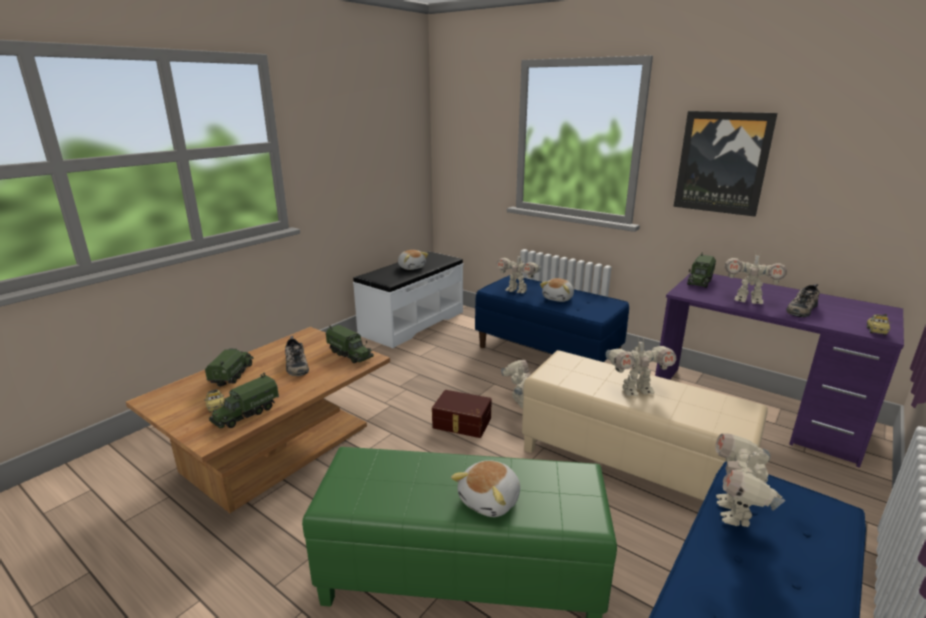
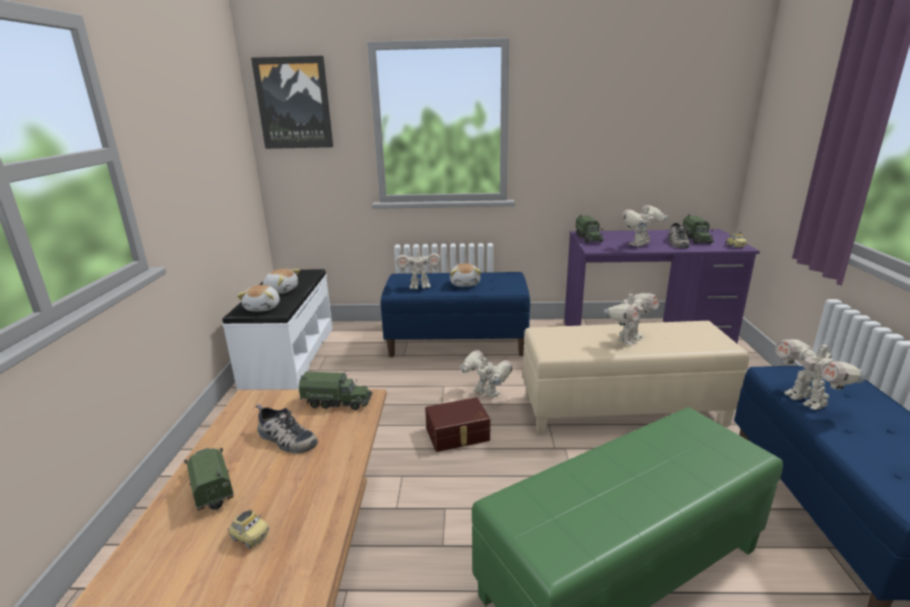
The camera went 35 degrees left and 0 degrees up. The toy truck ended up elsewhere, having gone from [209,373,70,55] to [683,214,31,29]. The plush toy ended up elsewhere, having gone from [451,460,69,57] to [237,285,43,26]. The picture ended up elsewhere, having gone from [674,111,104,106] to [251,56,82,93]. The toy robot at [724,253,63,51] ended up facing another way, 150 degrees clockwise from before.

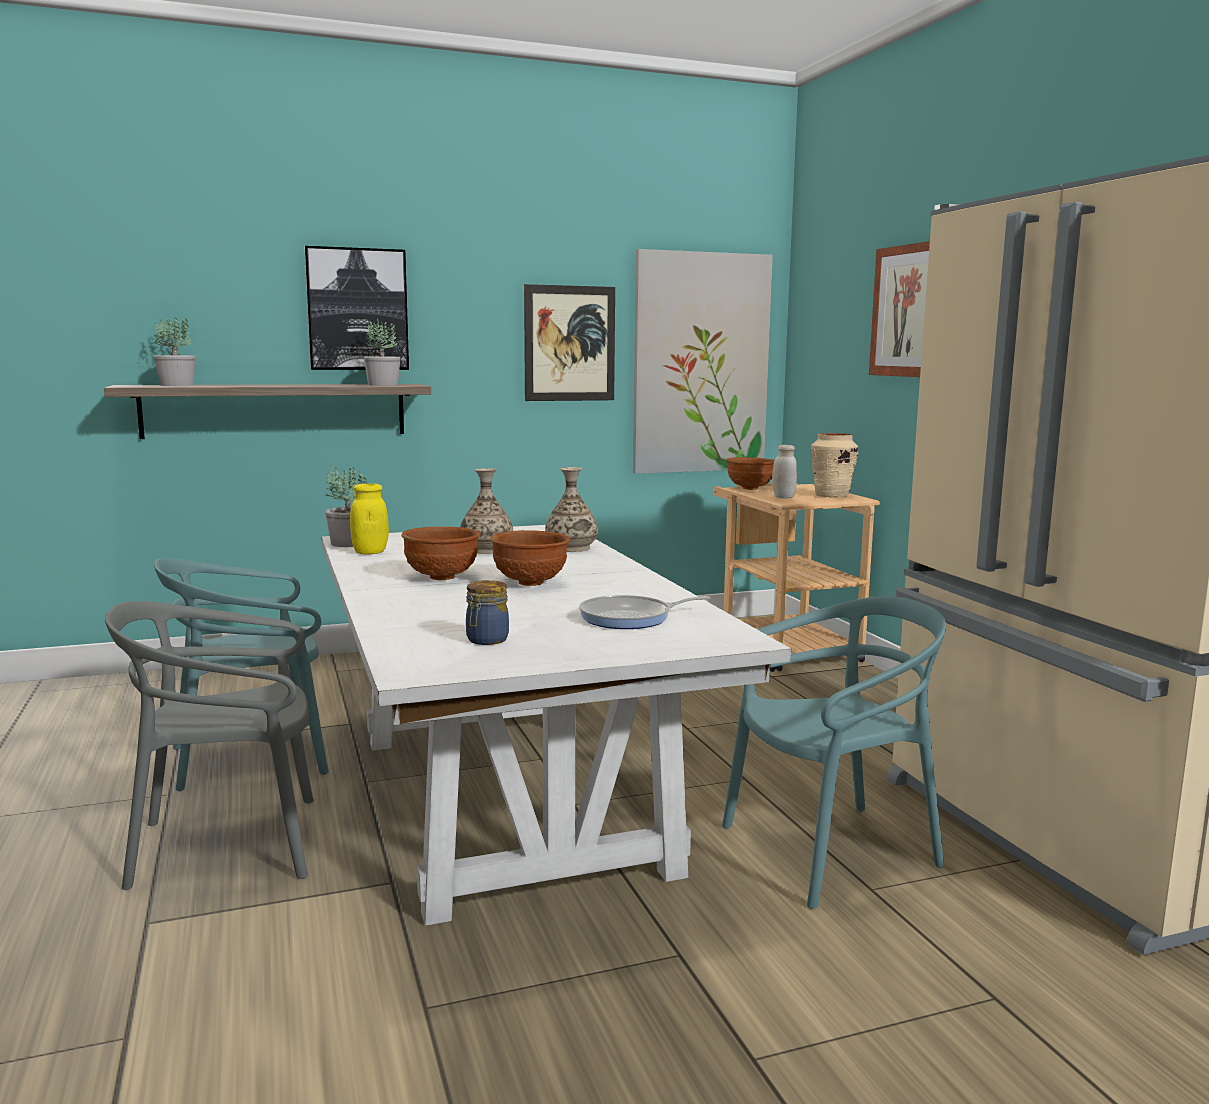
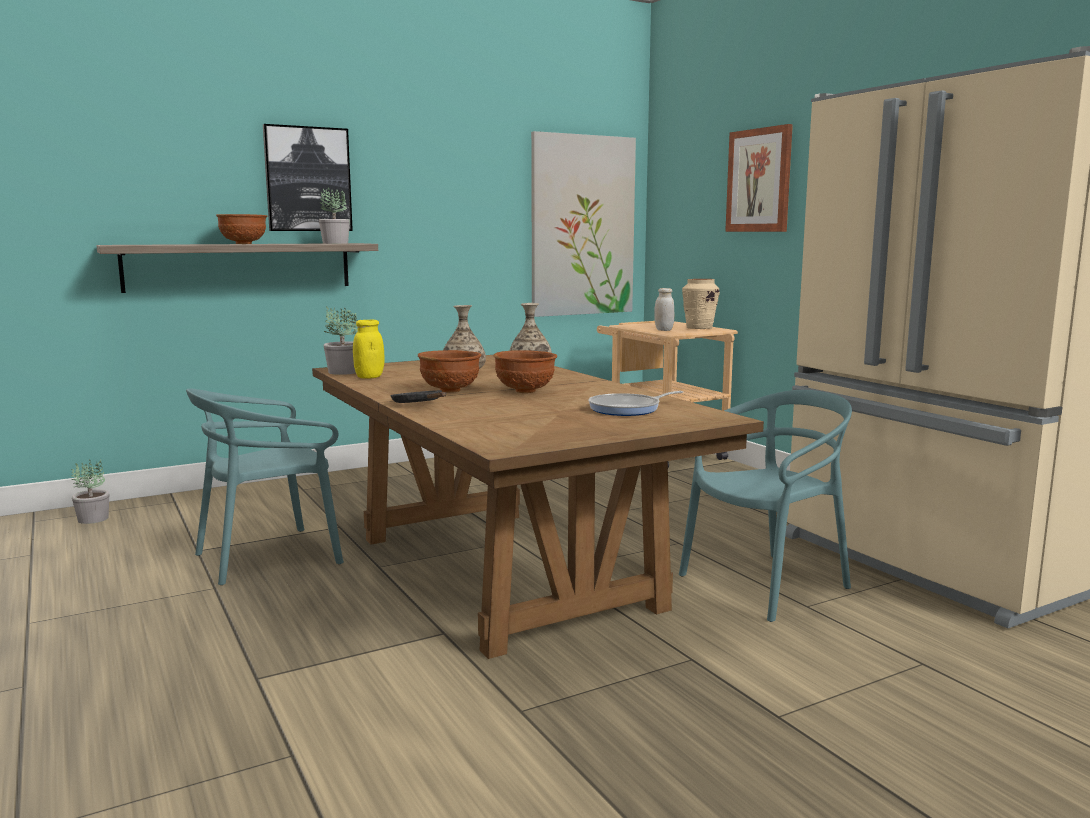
The camera went 10 degrees left and 0 degrees up. The second view lost the grey chair at [105,601,209,289]. The second view lost the jar at [466,580,43,65]. The second view lost the picture at [524,284,91,117]. The second view gained the black frying pan at [390,390,56,13]. The potted plant ended up elsewhere, having gone from [154,317,41,69] to [71,459,38,65]. The brown bowl ended up elsewhere, having gone from [727,457,48,33] to [216,214,51,30]. What was the white dining table at [321,525,470,401] turned into the brown dining table at [312,355,452,304].

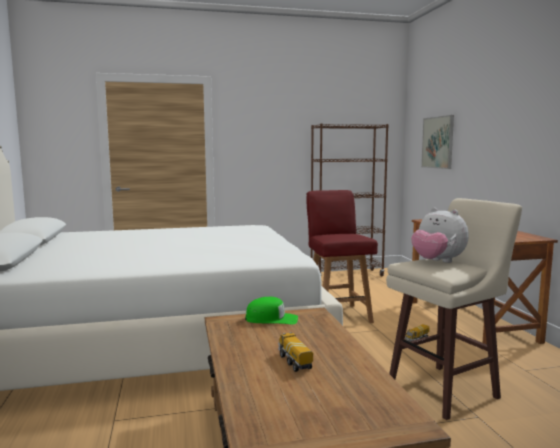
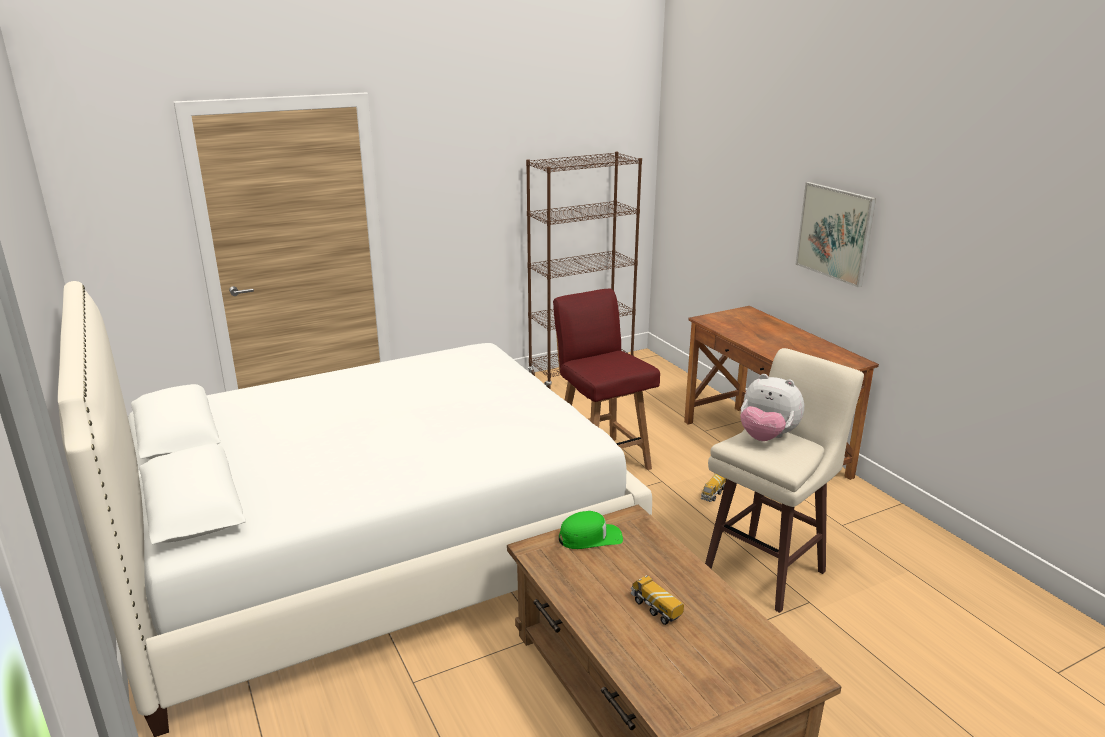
The camera went 15 degrees left and 15 degrees up. The picture ended up elsewhere, having gone from [421,115,33,54] to [795,182,81,105].

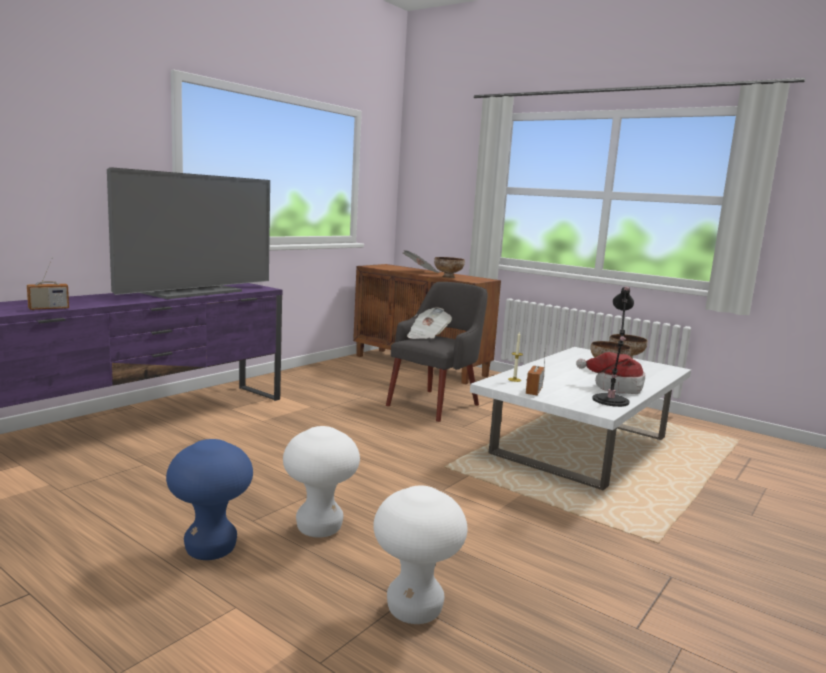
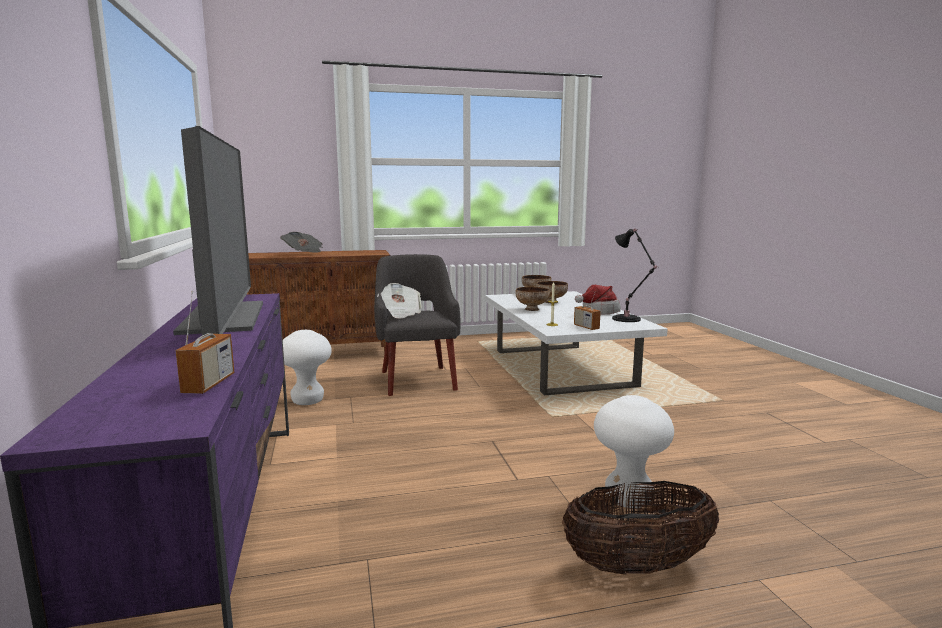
The camera went 50 degrees left and 0 degrees up. The white stool ended up elsewhere, having gone from [373,485,95,139] to [283,330,49,75]. The bowl ended up elsewhere, having gone from [434,257,31,21] to [515,287,35,24]. Where the blue stool stood at [166,439,87,121], the basket came to stand at [562,481,157,94].

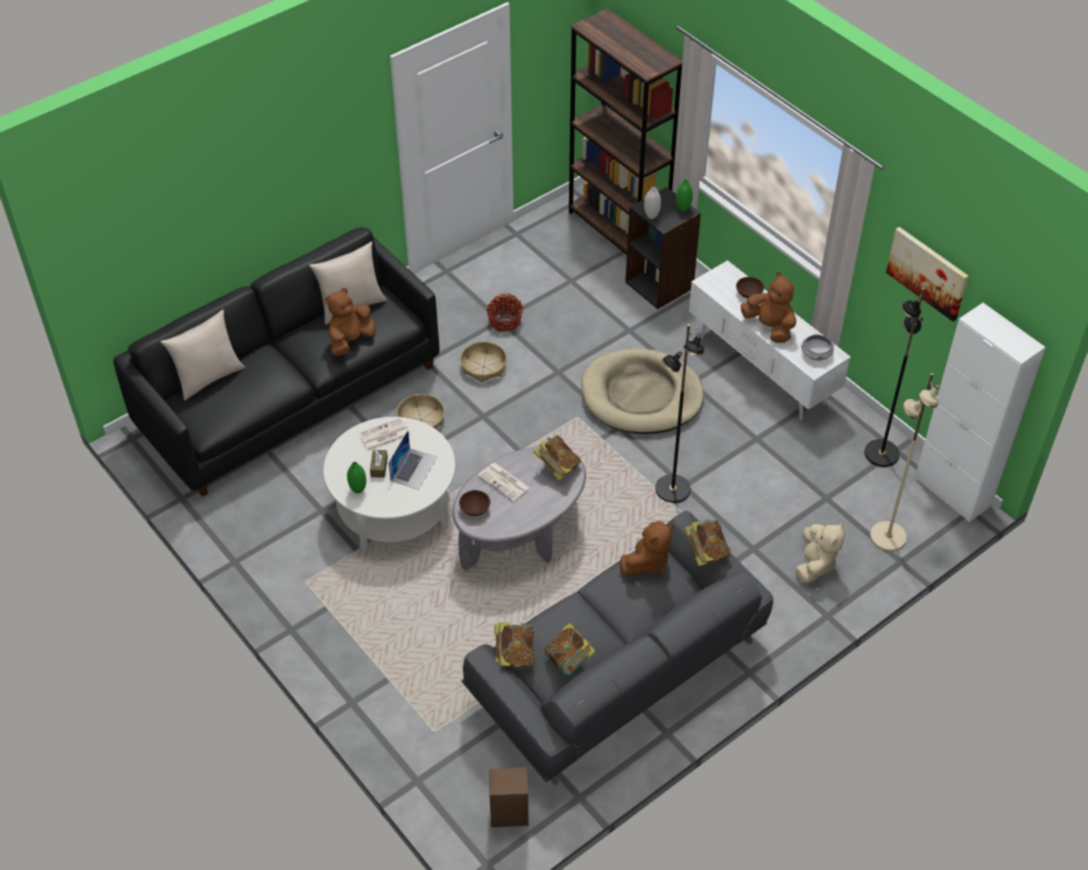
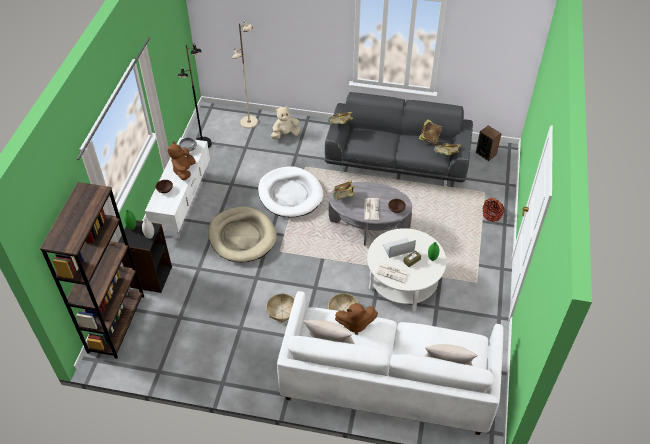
The camera went 130 degrees left and 0 degrees up. The second view lost the brown plush toy at [620,521,53,54]. The second view lost the picture at [886,227,82,94]. The second view lost the white cabinet at [915,303,131,219]. The basket ended up elsewhere, having gone from [486,293,37,39] to [483,197,22,25]. Where the black floor lamp stood at [655,324,49,179], the white dog bed came to stand at [258,166,65,52]. What was the black sofa at [113,227,326,270] turned into the white sofa at [277,291,226,144].

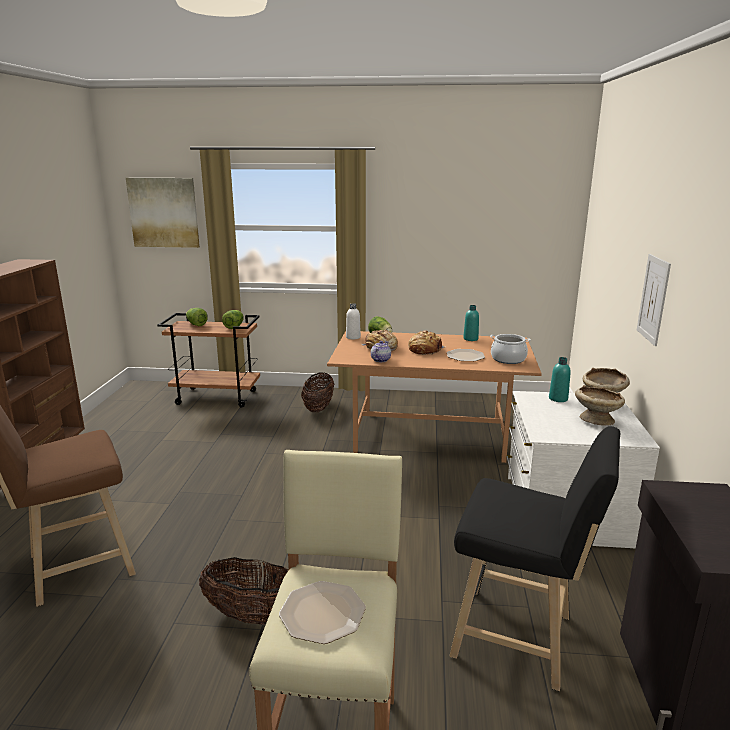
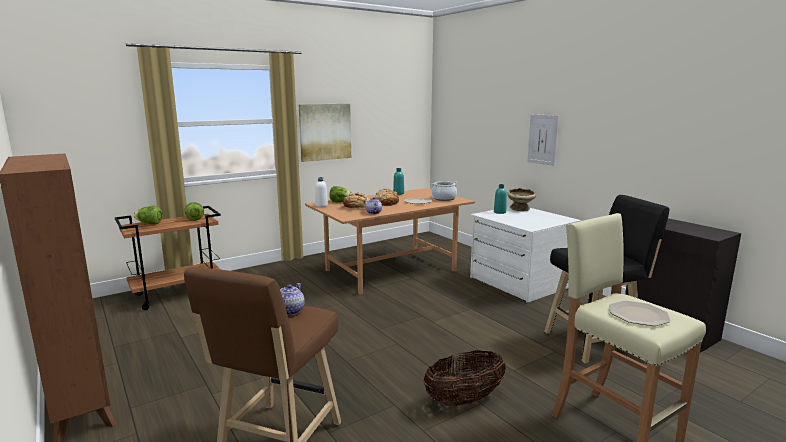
The camera went 40 degrees left and 5 degrees down. The second view lost the basket at [301,372,33,40]. The second view lost the beige bowl at [575,385,50,41]. The second view gained the teapot at [280,283,25,33]. The picture ended up elsewhere, having gone from [126,178,74,70] to [299,104,52,58].

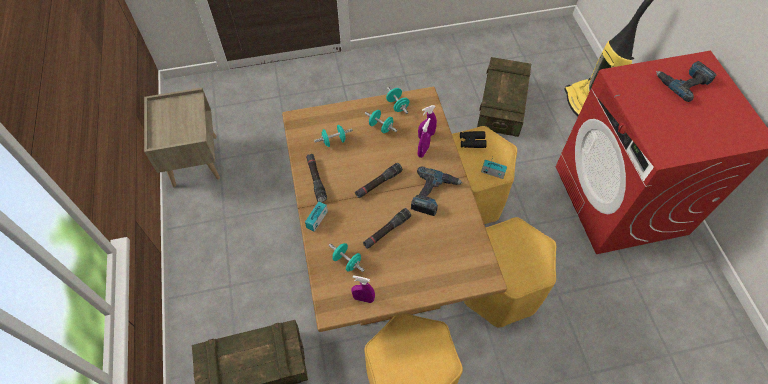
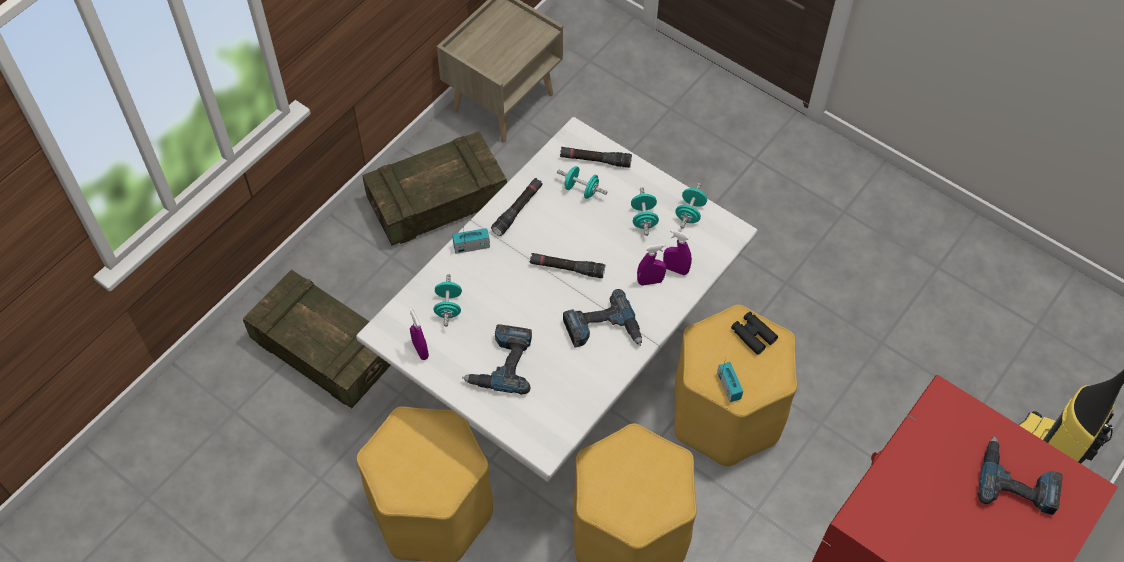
The camera went 50 degrees right and 0 degrees up. The second view gained the power drill at [462,324,70,71]. The black flashlight ended up elsewhere, having gone from [363,208,48,41] to [560,147,72,21]. The crate ended up elsewhere, having gone from [477,57,54,80] to [363,131,144,115]. What was the brown dining table at [282,87,225,245] turned into the white dining table at [356,117,402,366].

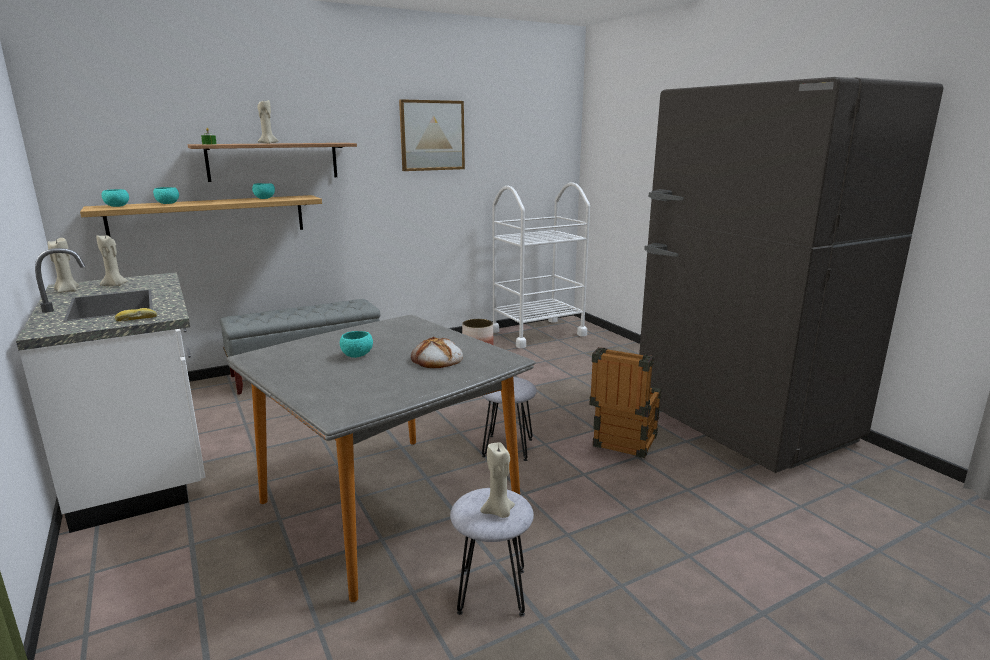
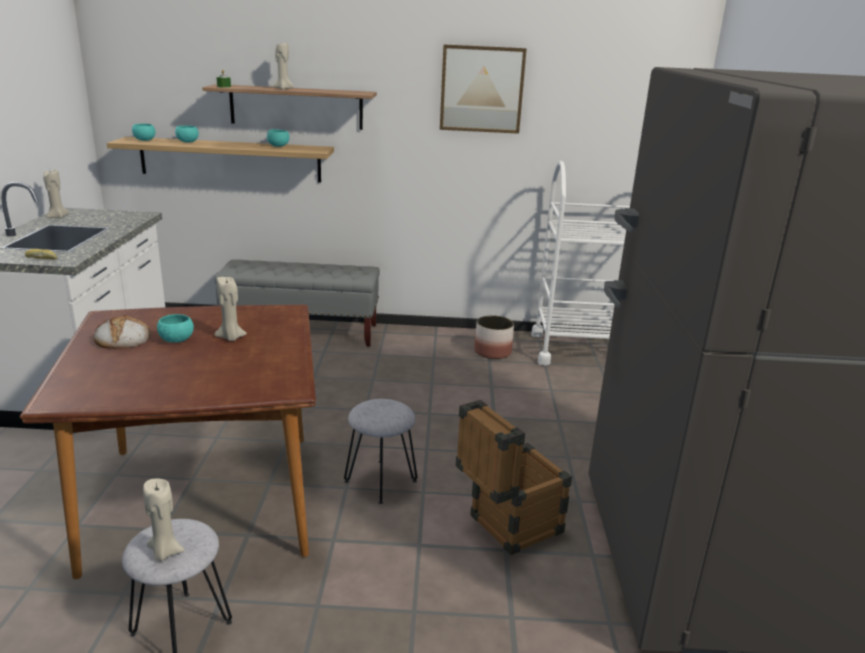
The camera went 30 degrees right and 5 degrees up. The beige candle ended up elsewhere, having gone from [96,236,32,50] to [215,277,32,64]. The bread ended up elsewhere, having gone from [411,337,52,31] to [94,315,57,34]. What was the grey dining table at [226,315,310,287] turned into the brown dining table at [20,305,296,274].

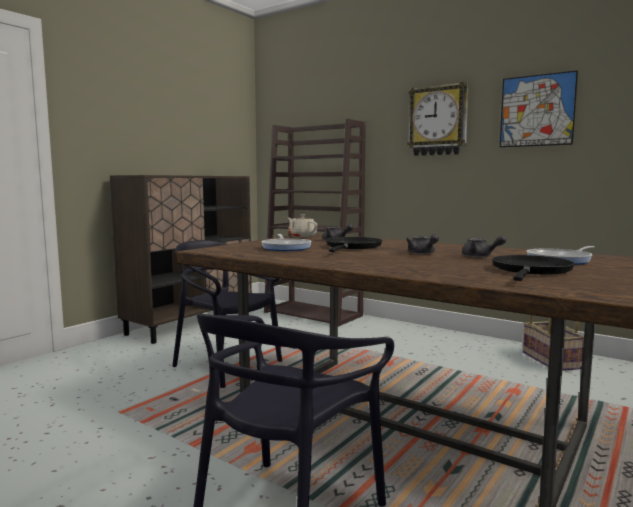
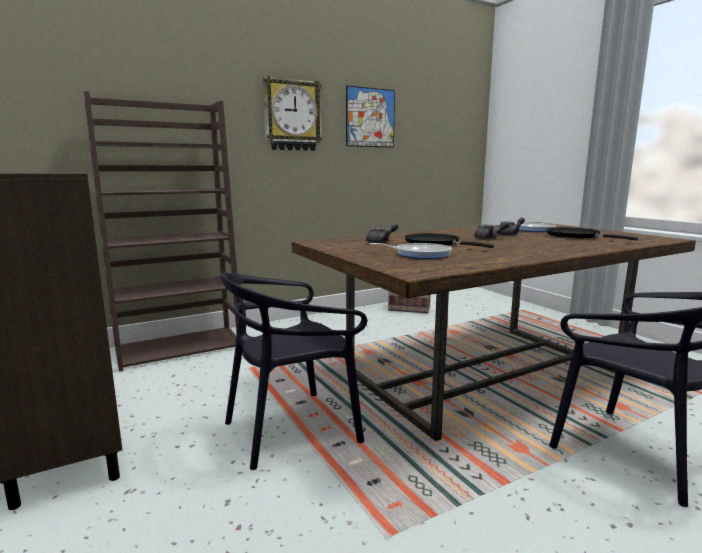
The camera went 65 degrees left and 5 degrees up. The second view lost the beige teapot at [288,214,29,23].

